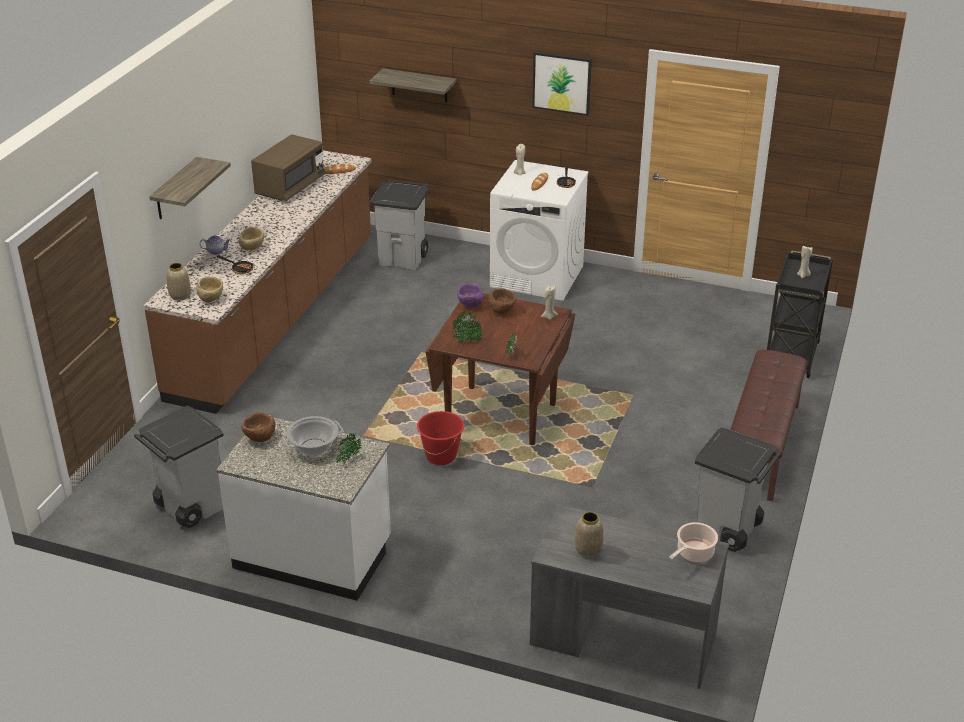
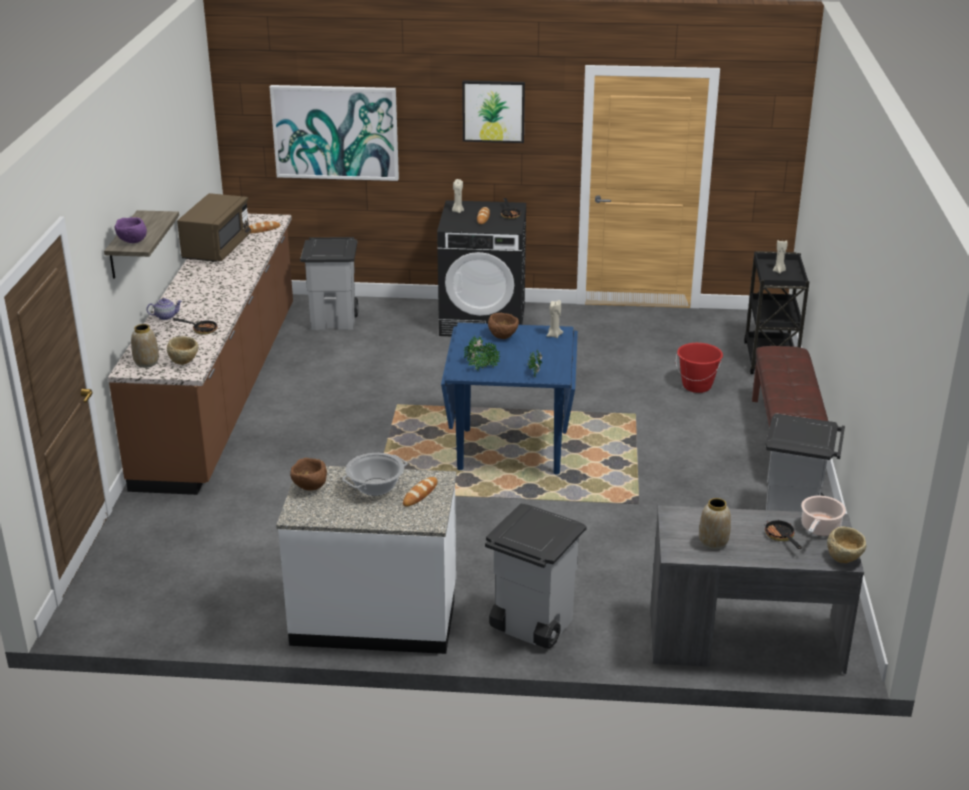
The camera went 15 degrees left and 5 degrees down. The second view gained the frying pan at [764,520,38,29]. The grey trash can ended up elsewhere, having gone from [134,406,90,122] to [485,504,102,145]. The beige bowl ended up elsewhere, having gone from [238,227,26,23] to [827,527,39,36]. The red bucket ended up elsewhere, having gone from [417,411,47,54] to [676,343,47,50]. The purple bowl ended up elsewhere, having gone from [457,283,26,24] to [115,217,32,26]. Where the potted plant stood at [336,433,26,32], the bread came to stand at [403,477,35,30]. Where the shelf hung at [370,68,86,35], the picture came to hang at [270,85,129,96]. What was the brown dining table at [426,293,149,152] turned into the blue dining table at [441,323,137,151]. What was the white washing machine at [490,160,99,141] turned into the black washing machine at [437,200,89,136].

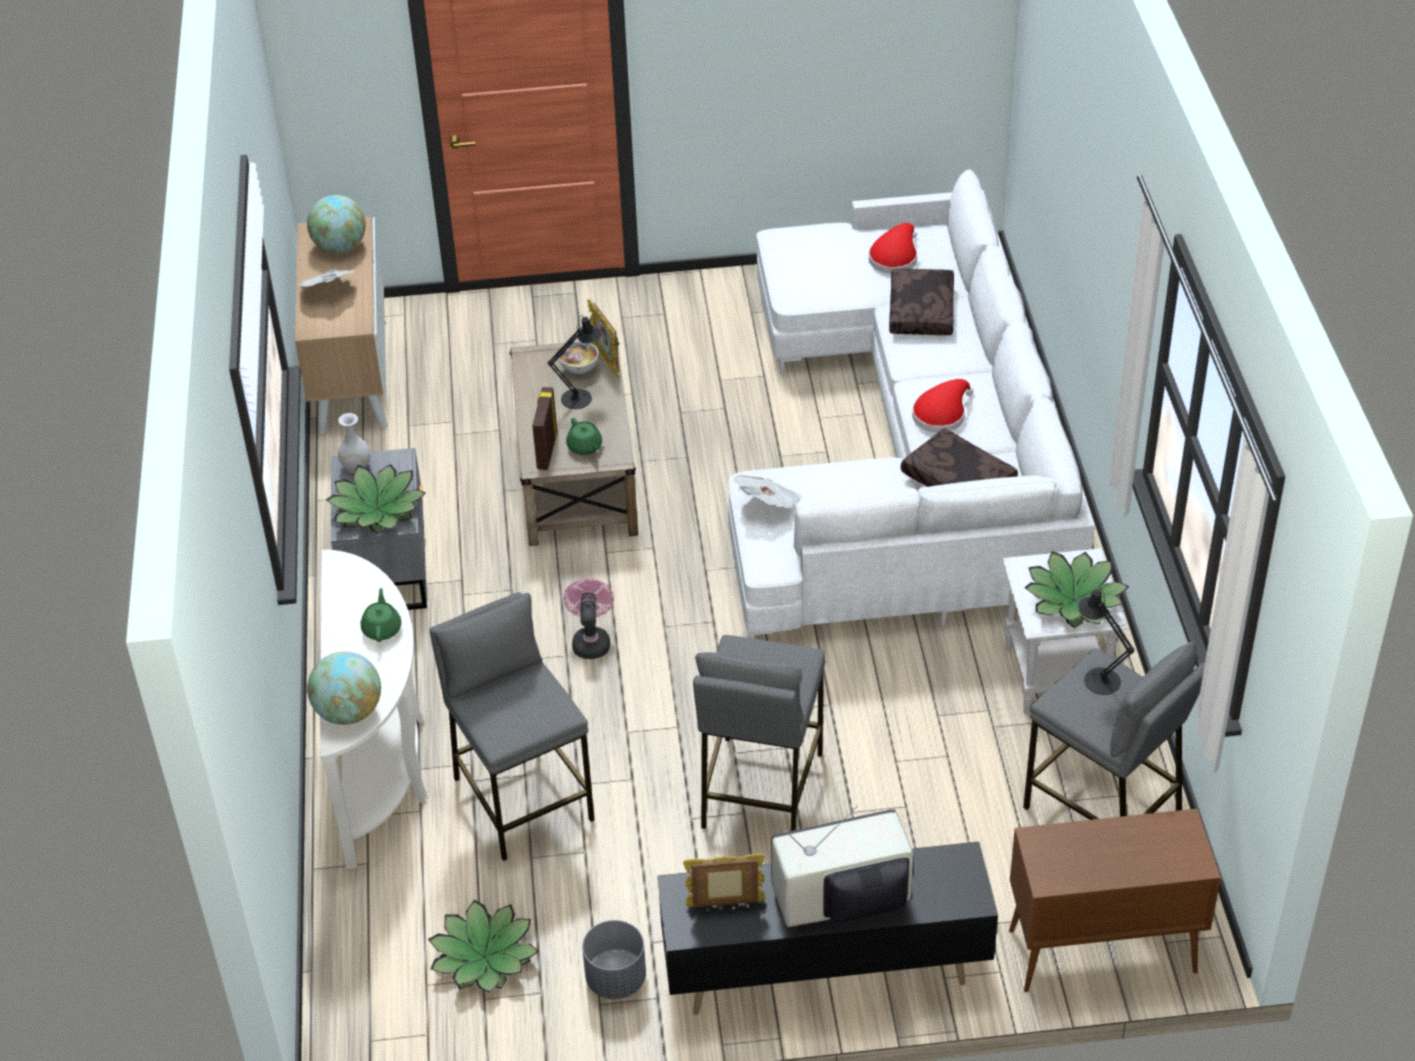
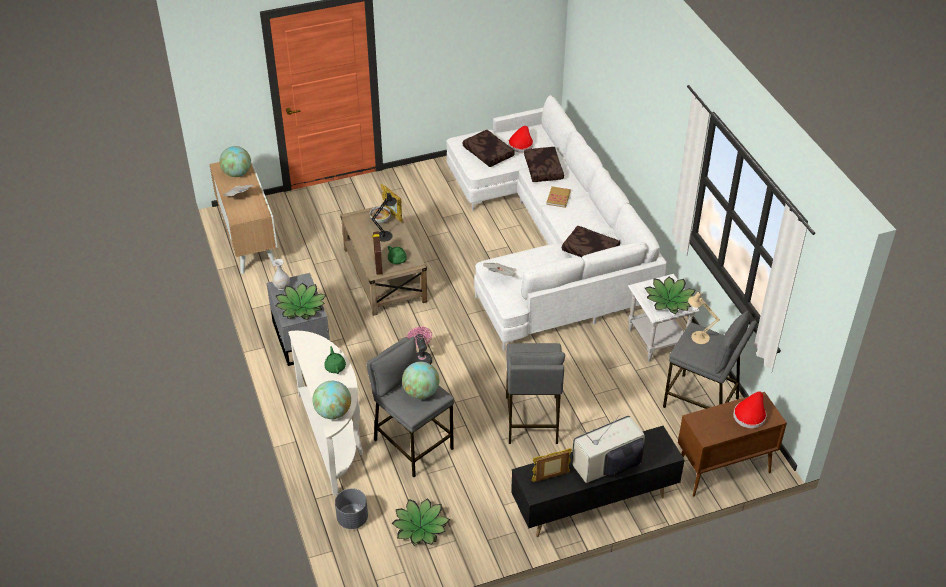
The camera went 15 degrees left and 0 degrees up. The second view gained the globe at [402,362,37,37]. The second view gained the brown pillow at [463,130,52,37]. The second view gained the book at [546,186,25,22]. The grey planter ended up elsewhere, having gone from [582,920,64,79] to [335,488,33,41]. The red hat ended up elsewhere, having gone from [912,379,61,54] to [733,391,33,38]. What was the black table lamp at [1078,589,57,106] turned into the beige table lamp at [688,292,32,52].

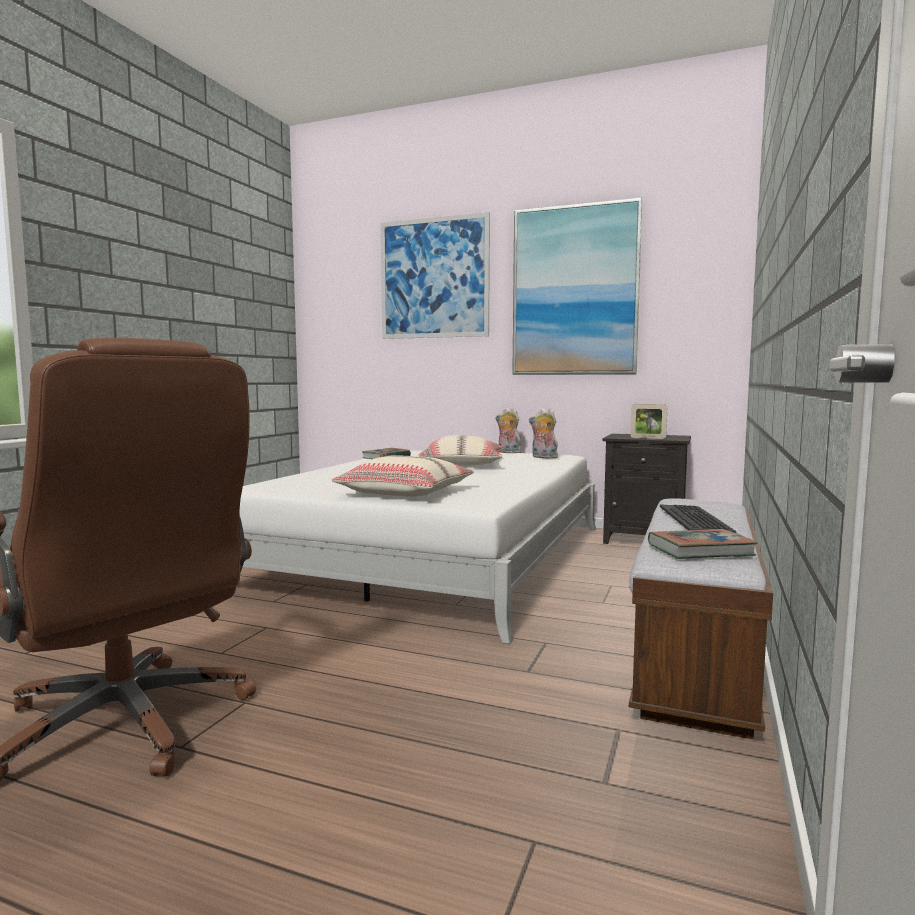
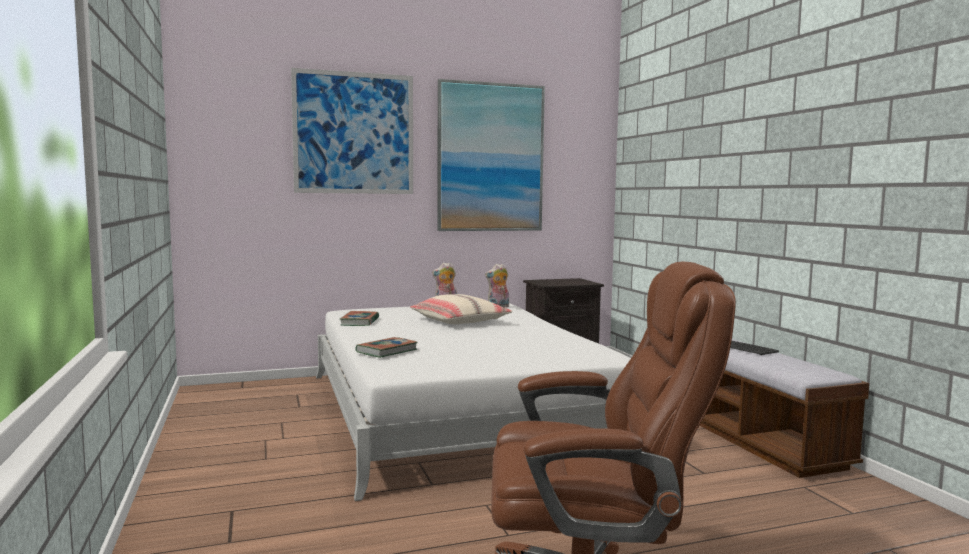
The camera went 40 degrees left and 0 degrees up. The second view lost the beige pillow at [332,455,142,42]. The second view lost the picture frame at [630,404,37,35]. The book ended up elsewhere, having gone from [648,529,110,30] to [356,337,62,21].

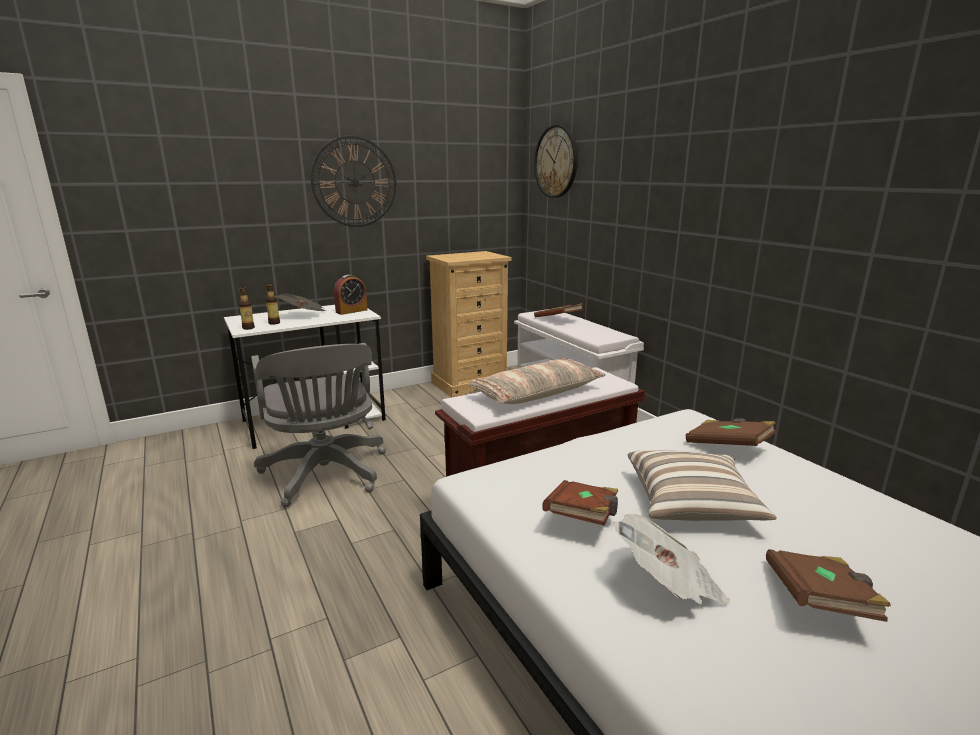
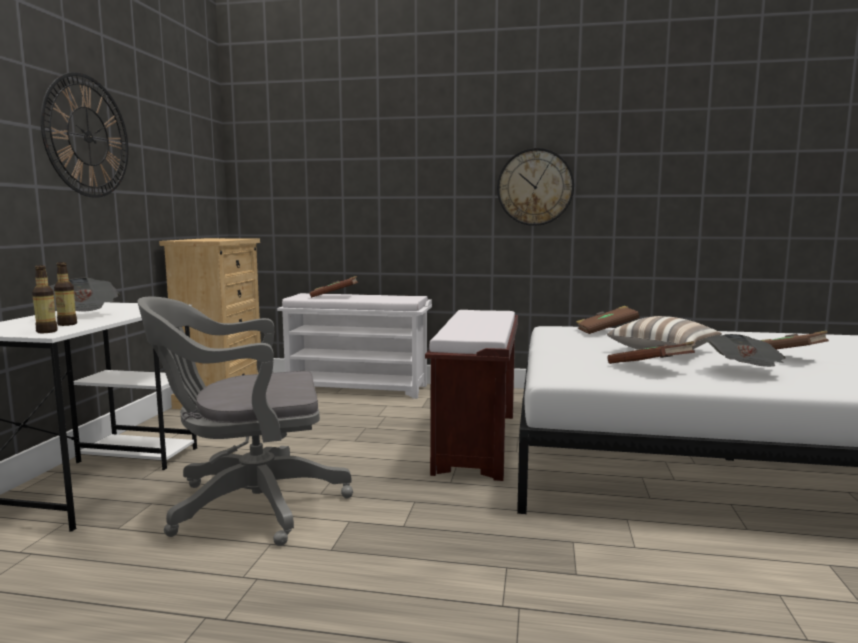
The camera went 50 degrees left and 10 degrees down. The second view lost the alarm clock at [334,274,33,41]. The second view lost the pillow at [469,358,137,46]. The wall clock ended up elsewhere, having gone from [534,125,44,73] to [497,148,77,78]. The grey office chair at [251,343,135,164] ended up facing another way, 150 degrees clockwise from before.

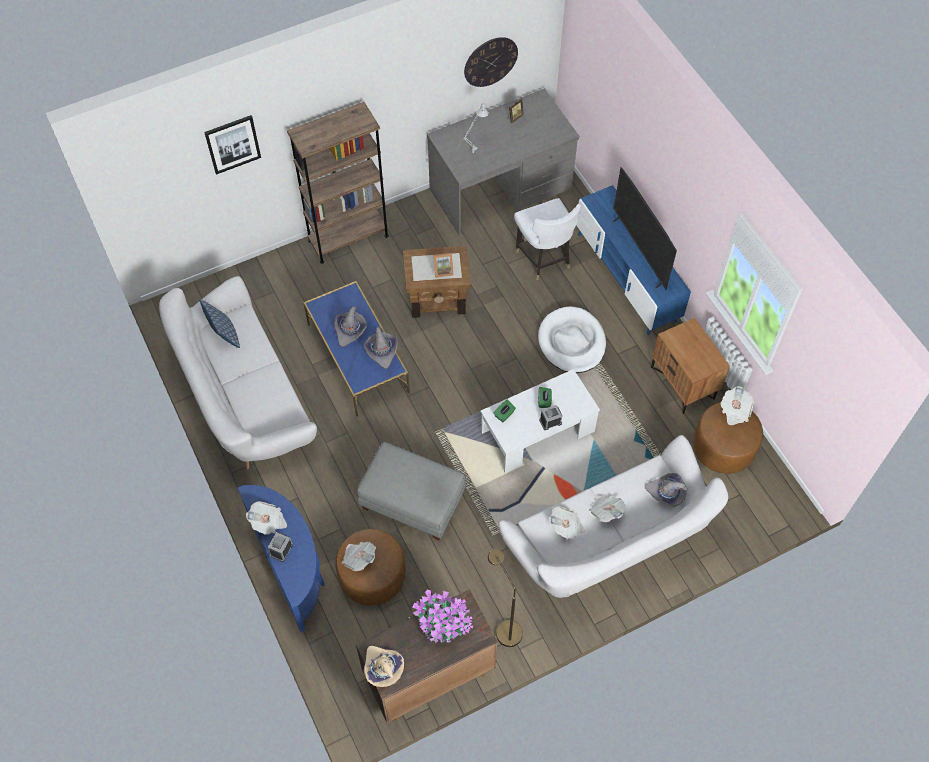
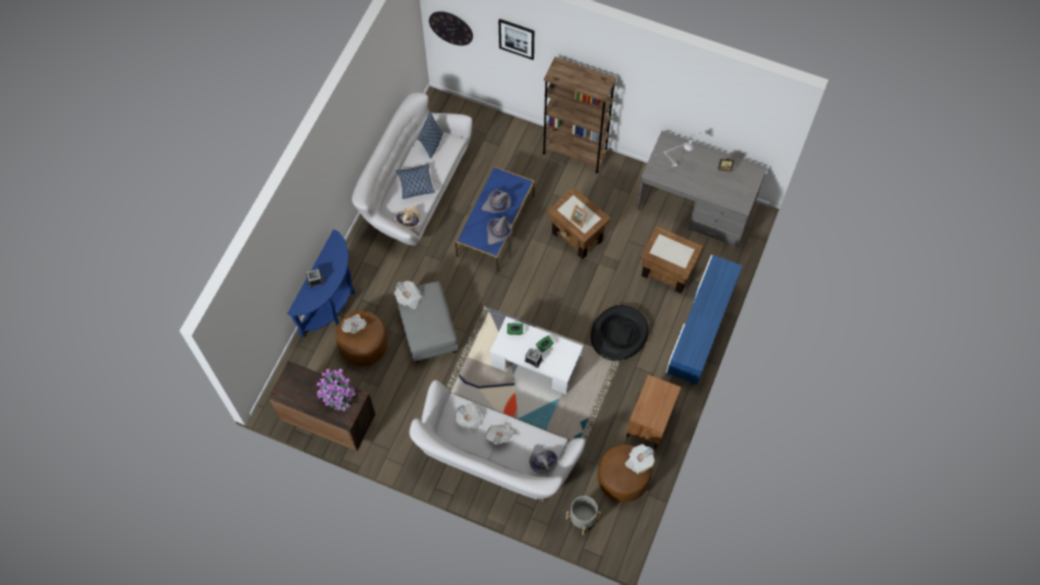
The camera went 50 degrees right and 5 degrees up. The second view lost the brown floor lamp at [488,549,35,98]. The second view lost the television at [613,167,64,123]. The second view gained the pillow at [396,164,39,35]. The second view gained the grey planter at [566,496,35,39]. The newspaper ended up elsewhere, having gone from [246,501,41,34] to [394,281,28,28]. The beige hat ended up elsewhere, having gone from [364,646,40,41] to [395,206,26,24]. The wall clock ended up elsewhere, having gone from [464,37,54,50] to [429,11,44,35]. Where the white chair stood at [514,198,67,82], the brown side table came to stand at [640,226,64,67]. What was the white dog bed at [538,307,68,66] turned into the black dog bed at [591,305,58,56].

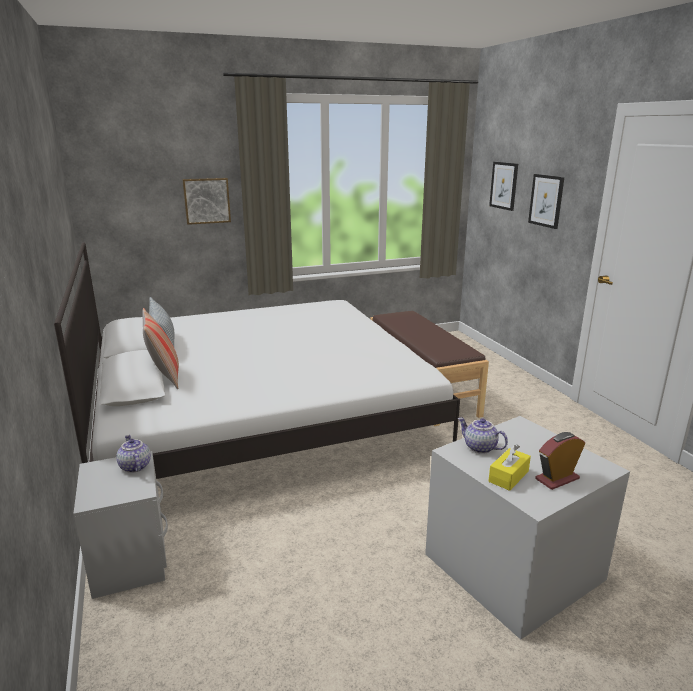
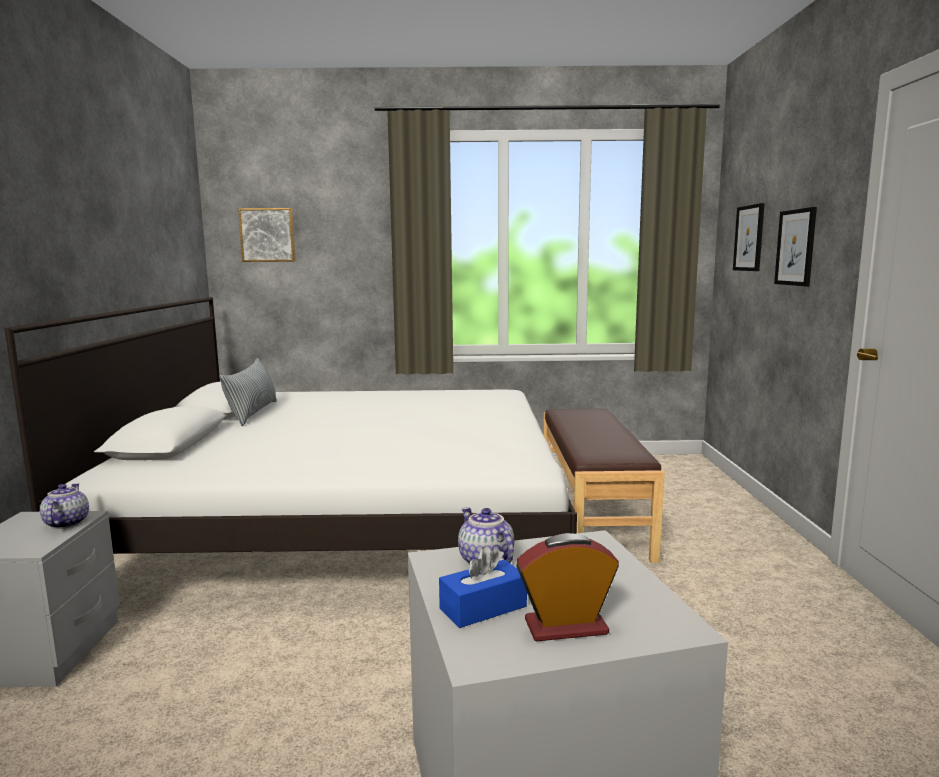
The camera went 20 degrees right and 10 degrees down. The second view lost the pillow at [142,308,37,81]. The picture ended up elsewhere, having gone from [182,178,49,47] to [238,208,58,54]. What was the yellow tissue box at [488,444,43,47] turned into the blue tissue box at [439,546,88,82].

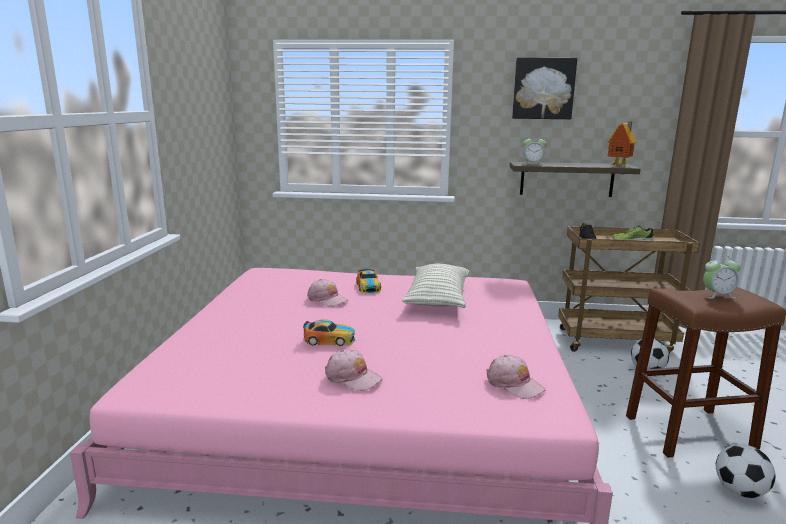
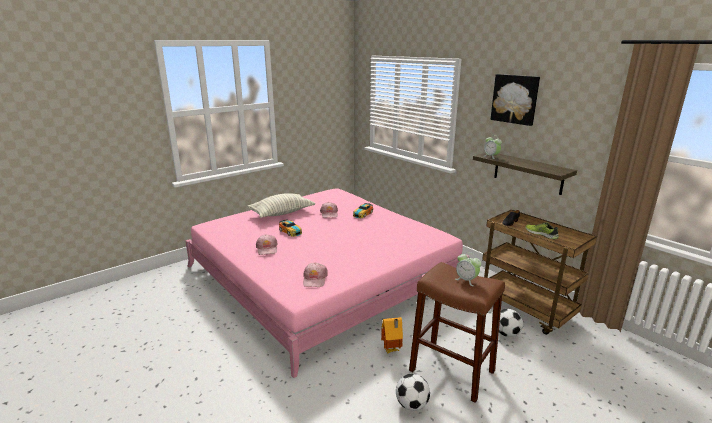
The camera went 45 degrees right and 5 degrees up. The pillow ended up elsewhere, having gone from [402,264,67,44] to [247,193,68,25]. The toy house ended up elsewhere, having gone from [608,121,29,45] to [381,317,22,36].

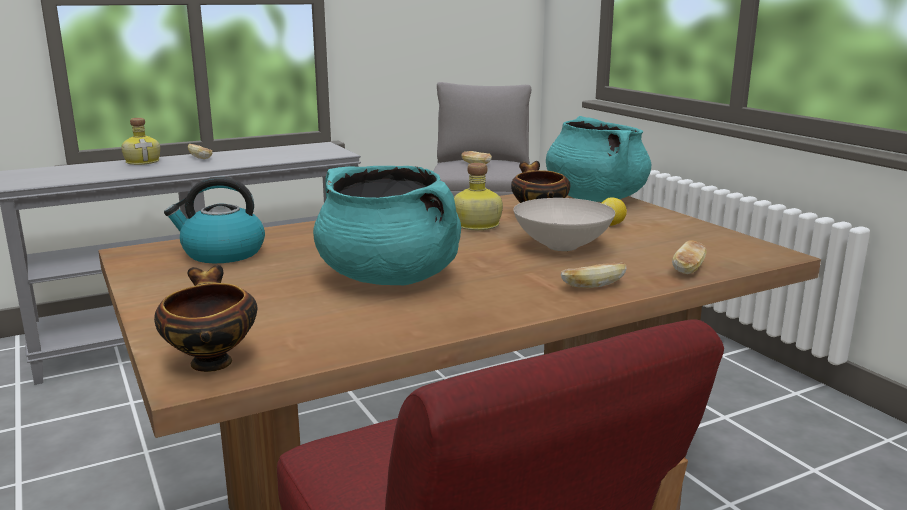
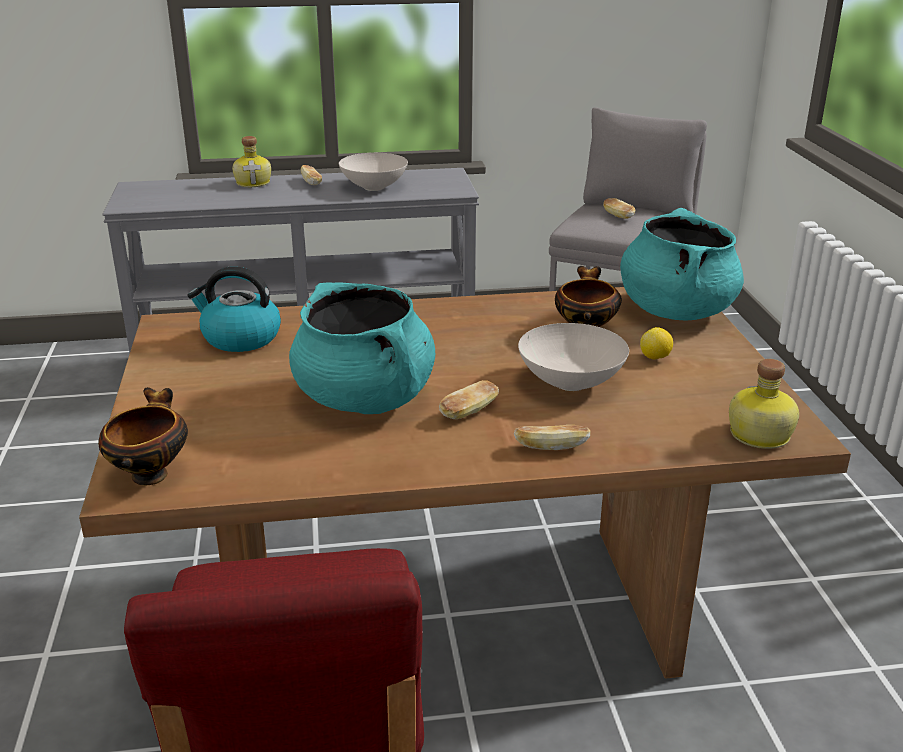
The camera went 20 degrees right and 10 degrees up. The second view gained the white bowl at [339,153,69,38]. The bottle ended up elsewhere, having gone from [454,163,49,67] to [729,359,70,90]. The bread ended up elsewhere, having gone from [672,240,35,34] to [439,380,60,39].

